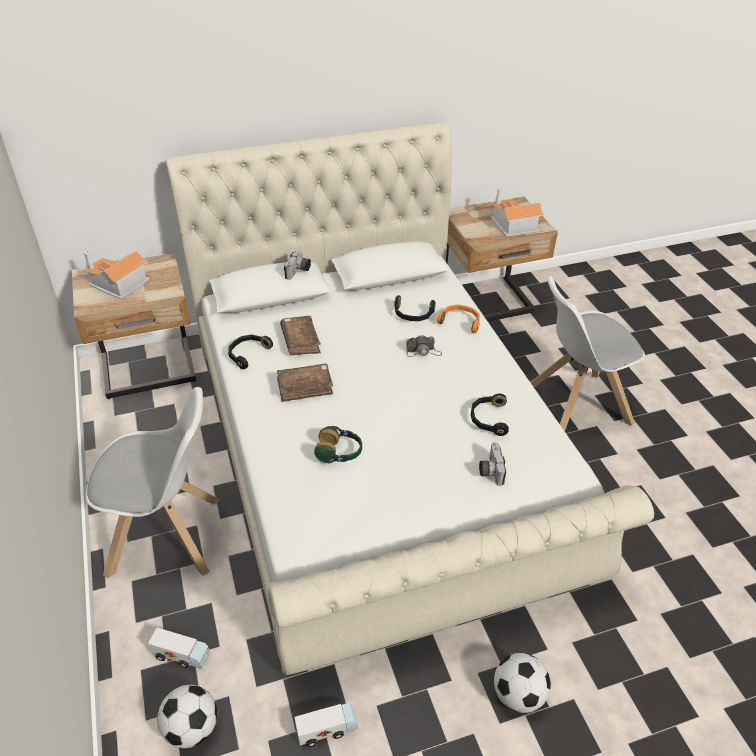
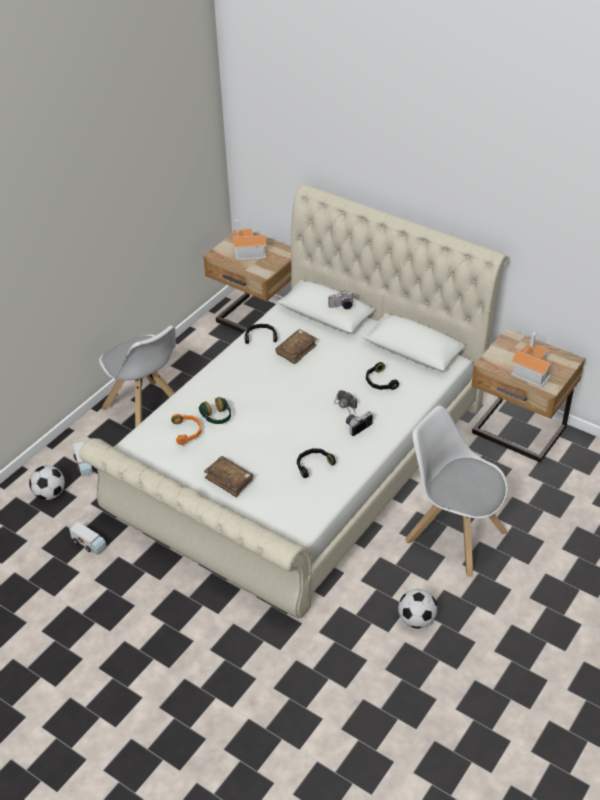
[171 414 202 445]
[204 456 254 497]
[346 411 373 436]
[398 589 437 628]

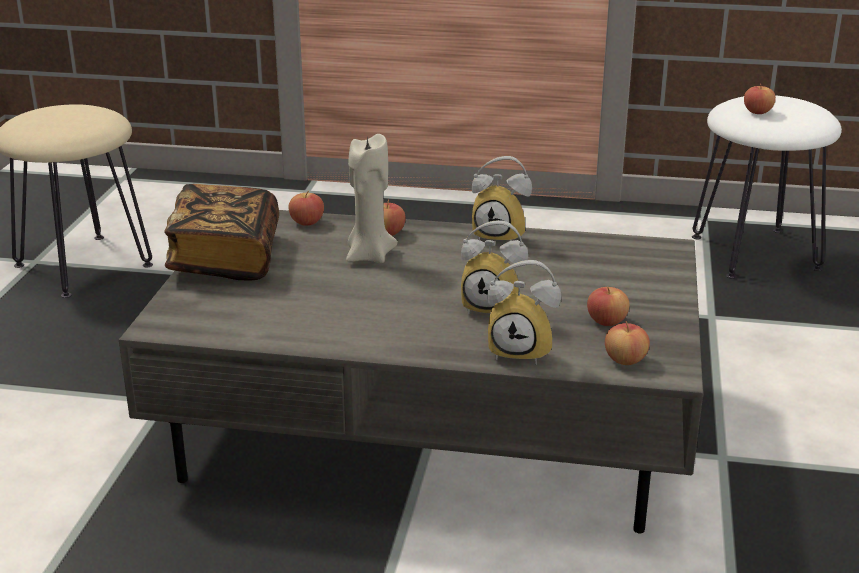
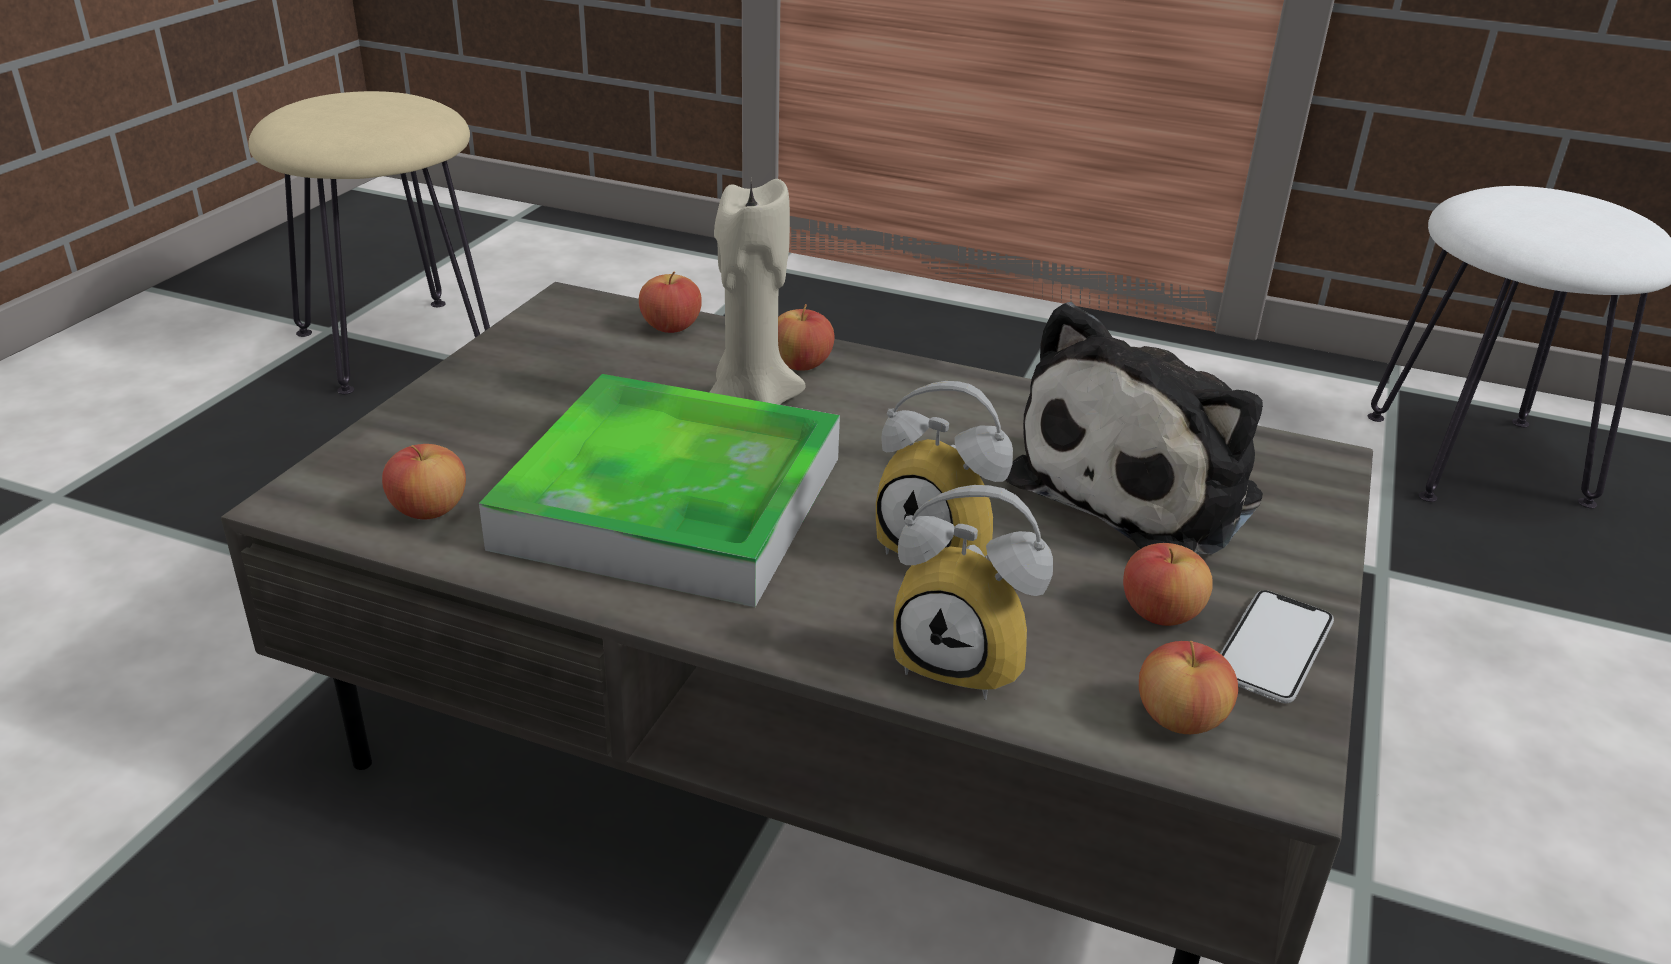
[382 444 466 519]
[479 374 840 607]
[1006 302 1263 555]
[1220 590 1334 704]
[164 184 279 281] (first image)
[472 156 532 241] (first image)

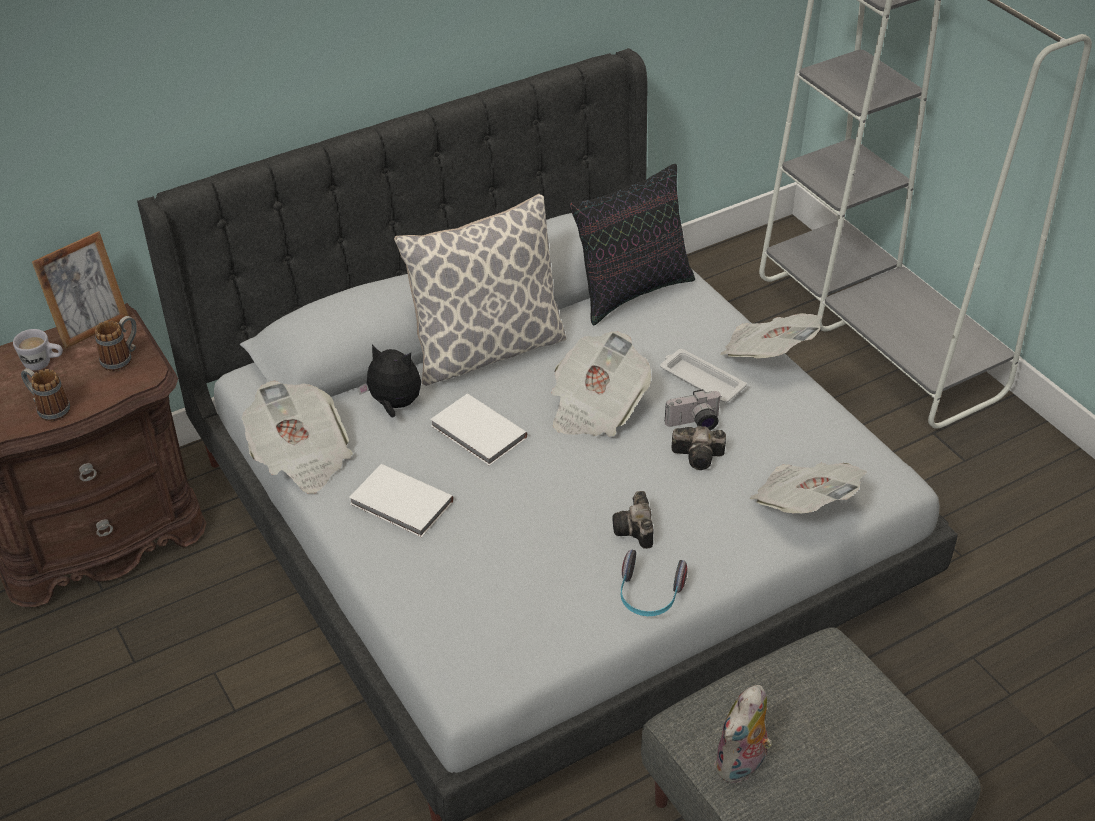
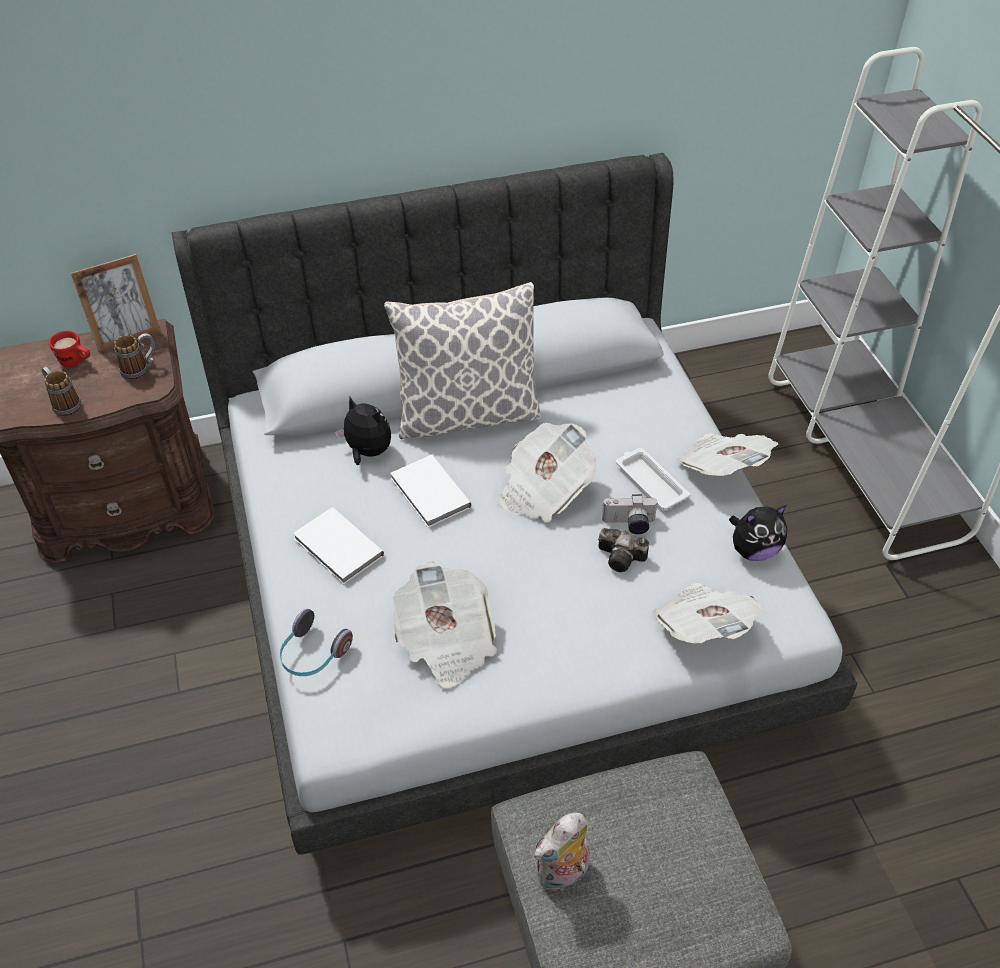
[49 330 90 367]
[280 609 353 676]
[393 562 497 689]
[729 505 787 561]
[569 164 695 325] (first image)
[612 491 654 549] (first image)

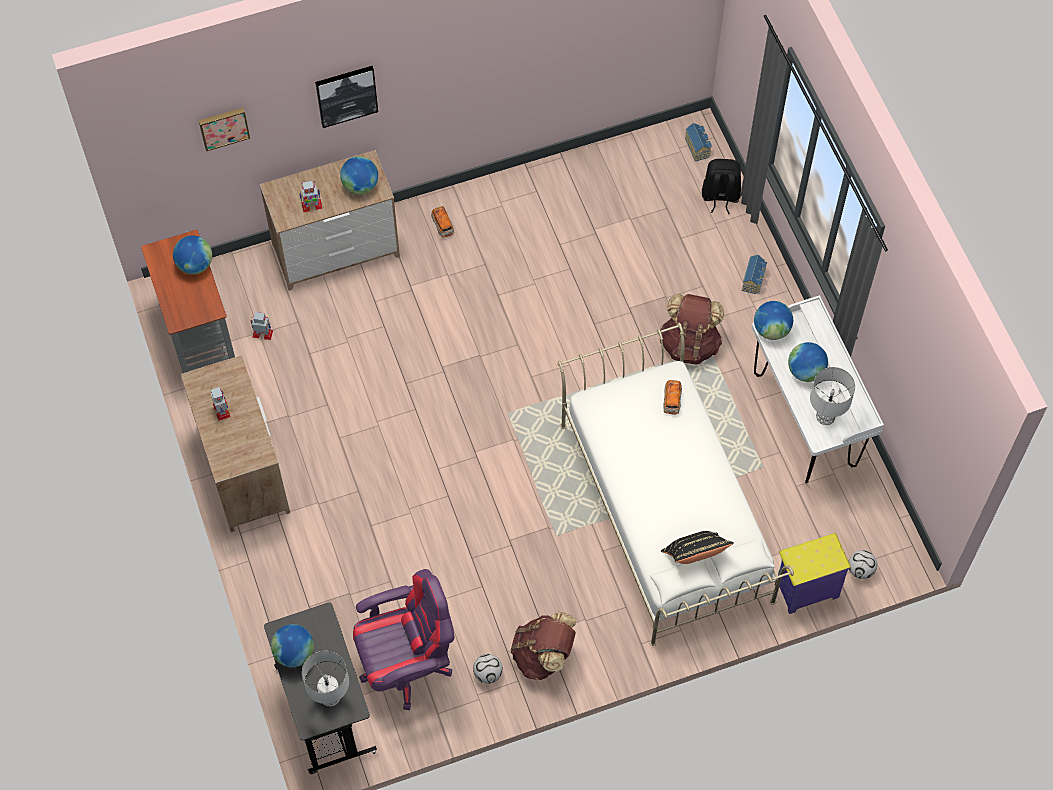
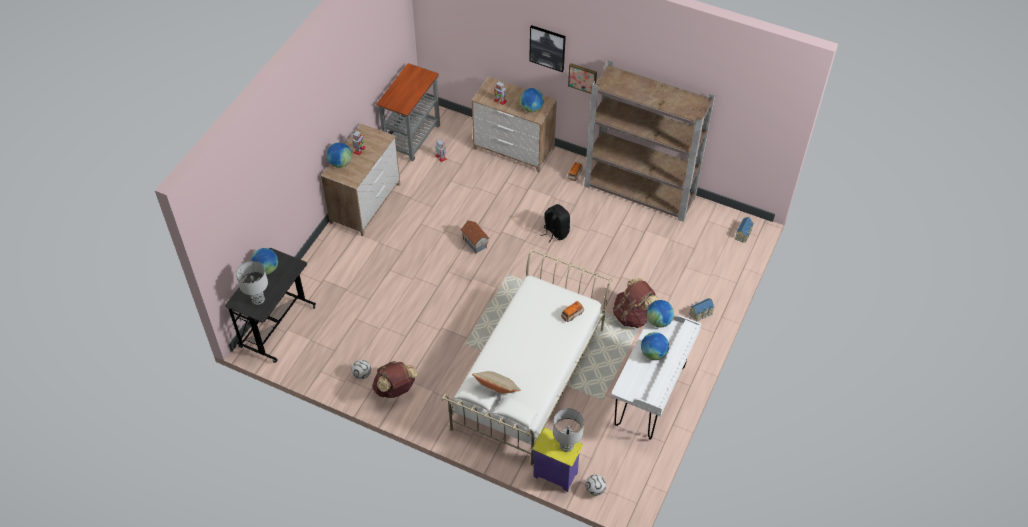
[327 143 352 168]
[461 220 489 254]
[472 371 521 394]
[541 204 570 243]
[553 408 584 452]
[568 63 597 94]
[584 60 716 222]
[353 569 455 710] (first image)

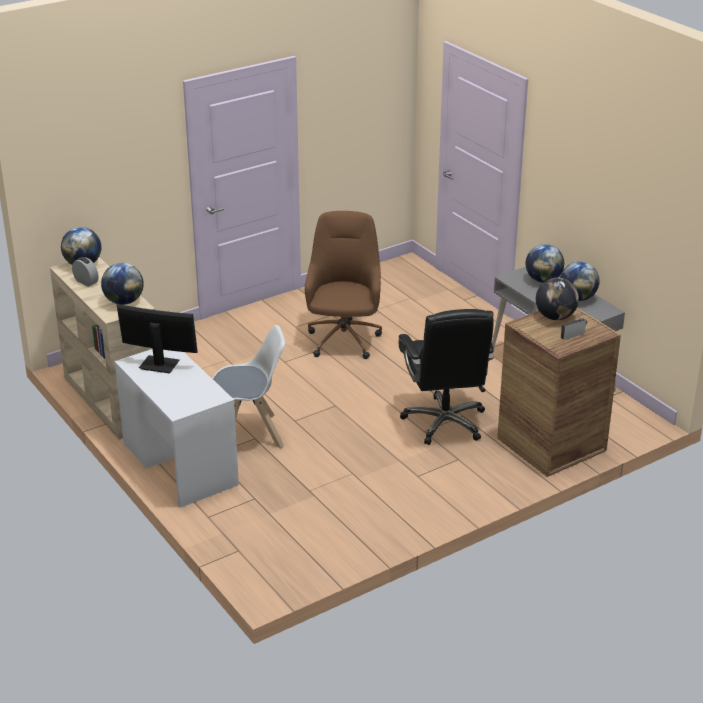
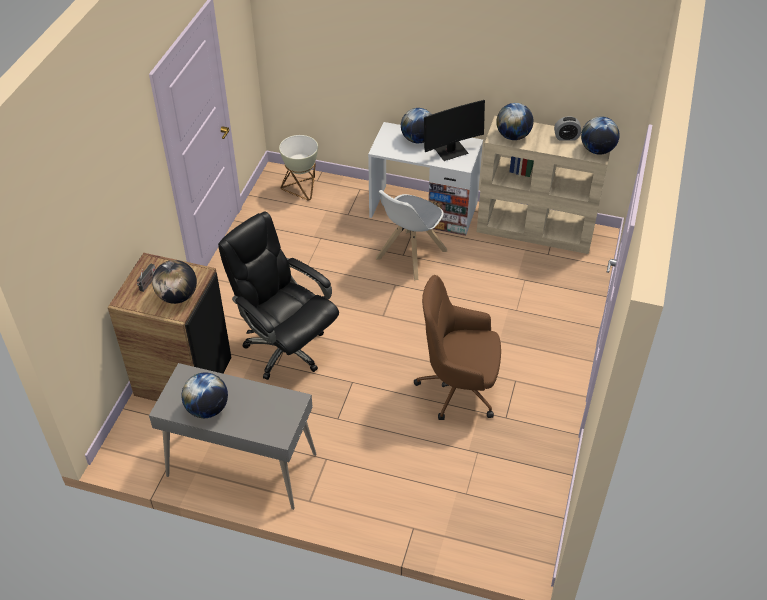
[279 135 318 200]
[401 108 432 143]
[414 275 501 420]

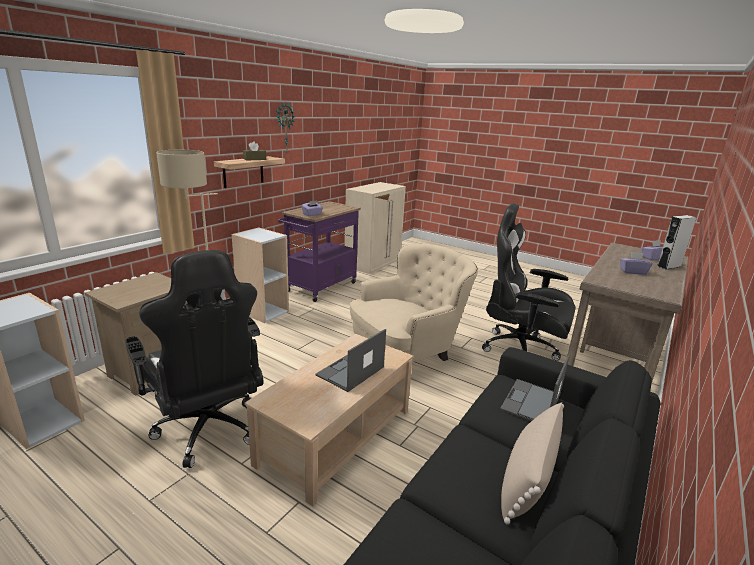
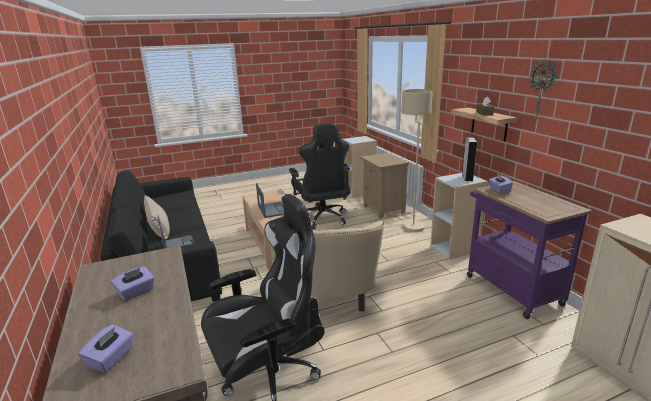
[289 123 350 230]
[462 137 477 181]

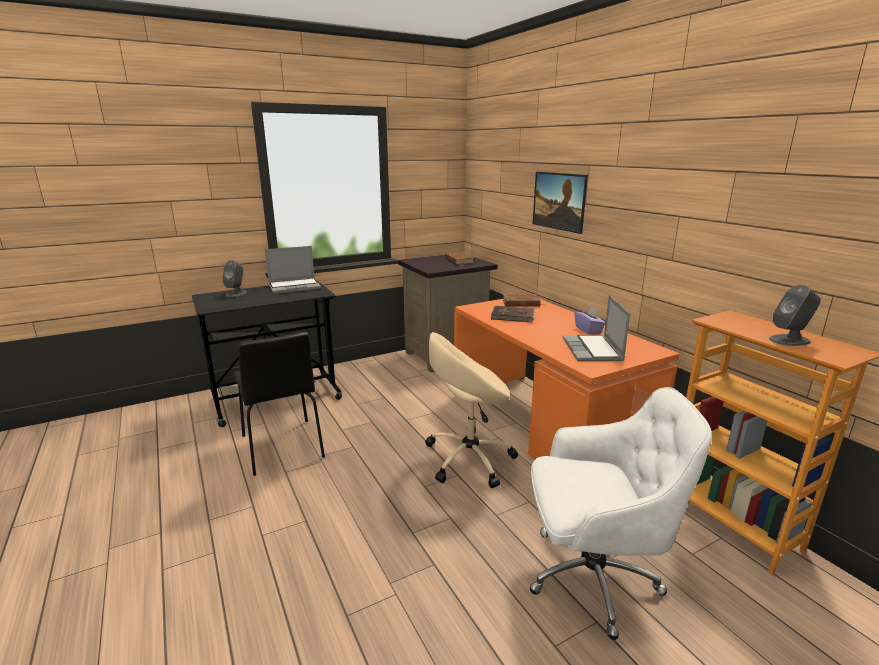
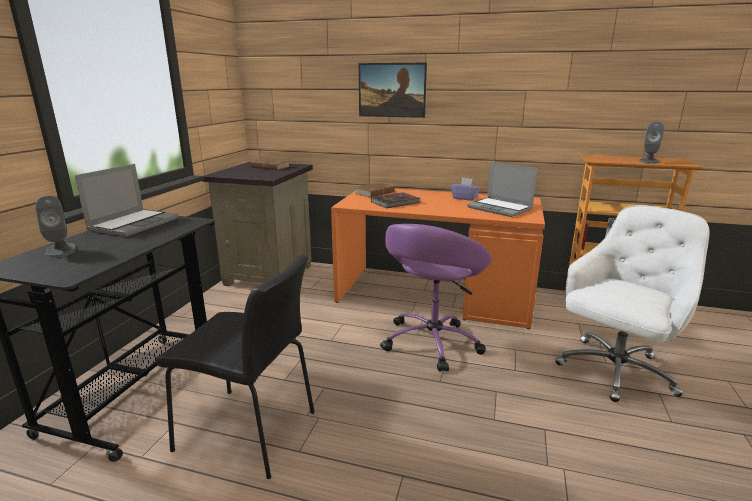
[380 224 492 371]

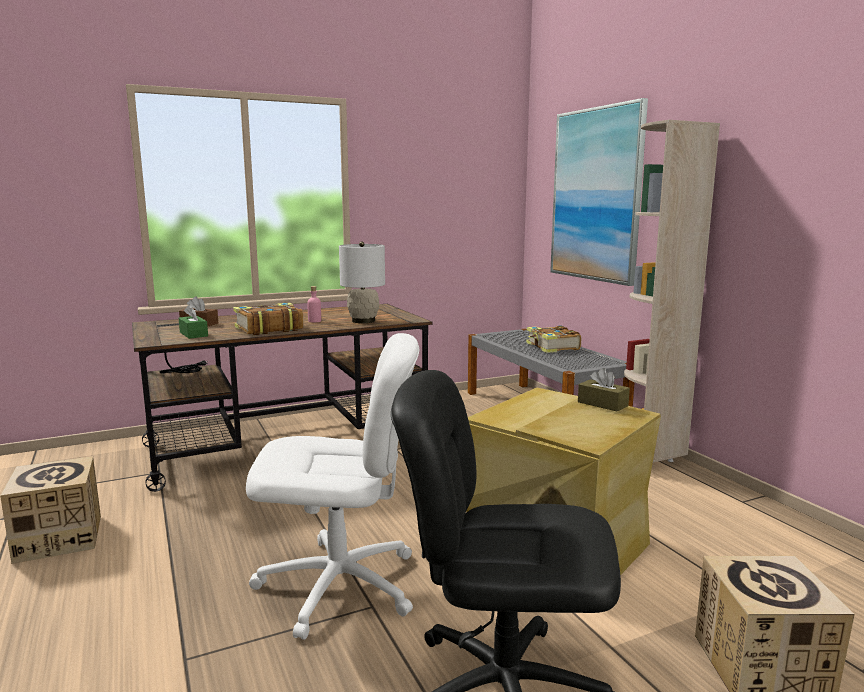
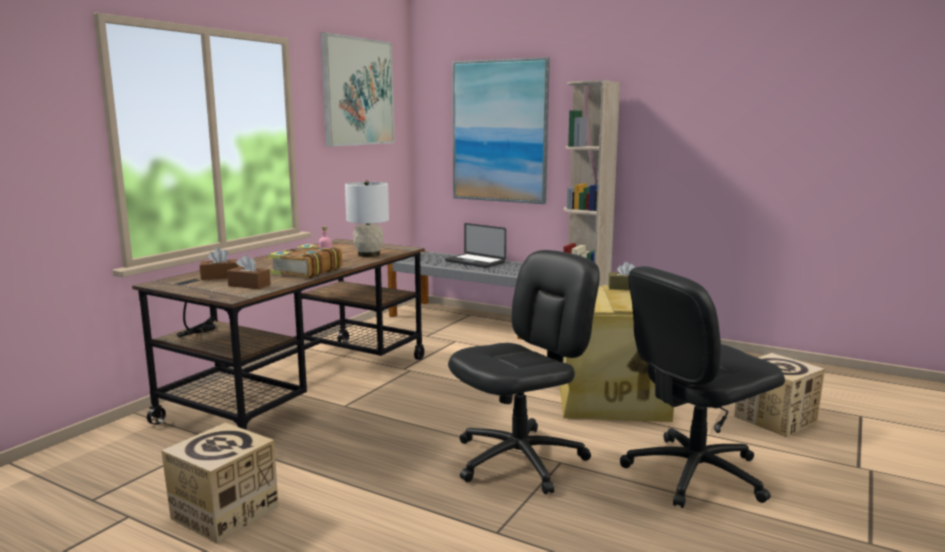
[227 255 271 289]
[320 32 395 147]
[445 223 506 268]
[448 250 600 494]

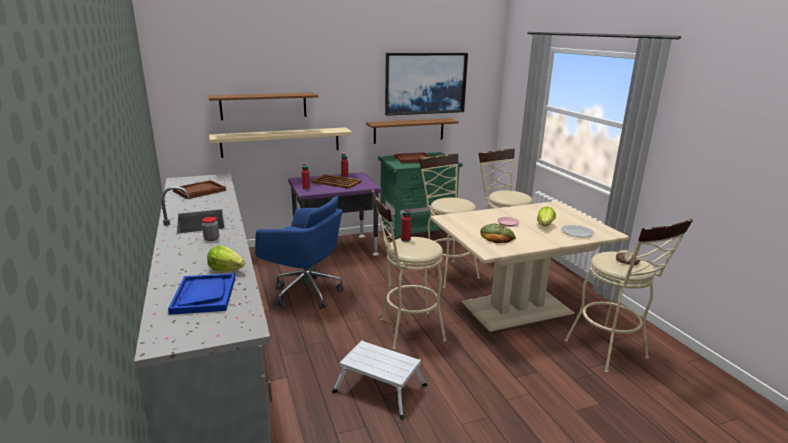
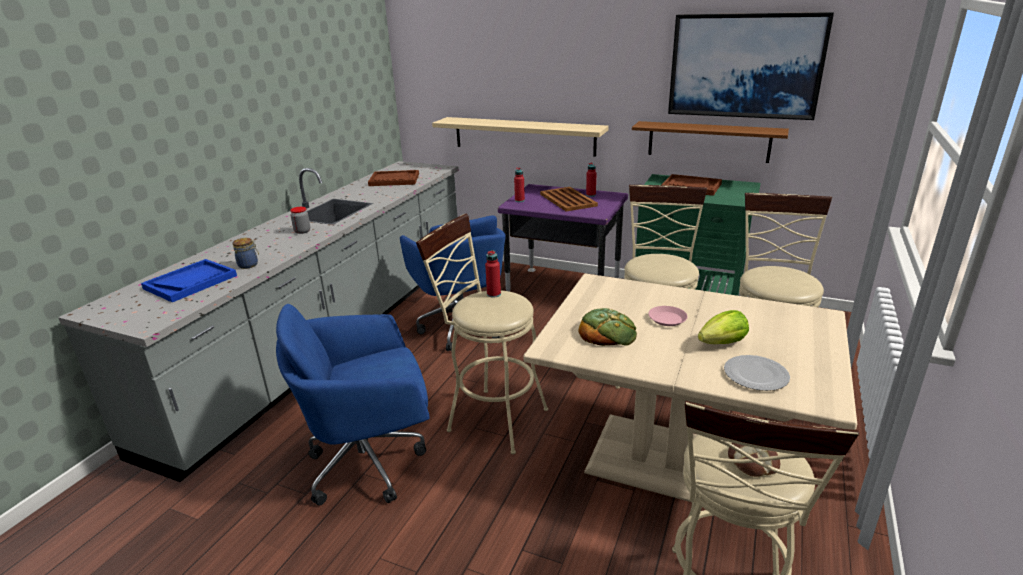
[232 238 259 269]
[276 304 430 506]
[209 93 318 120] (first image)

